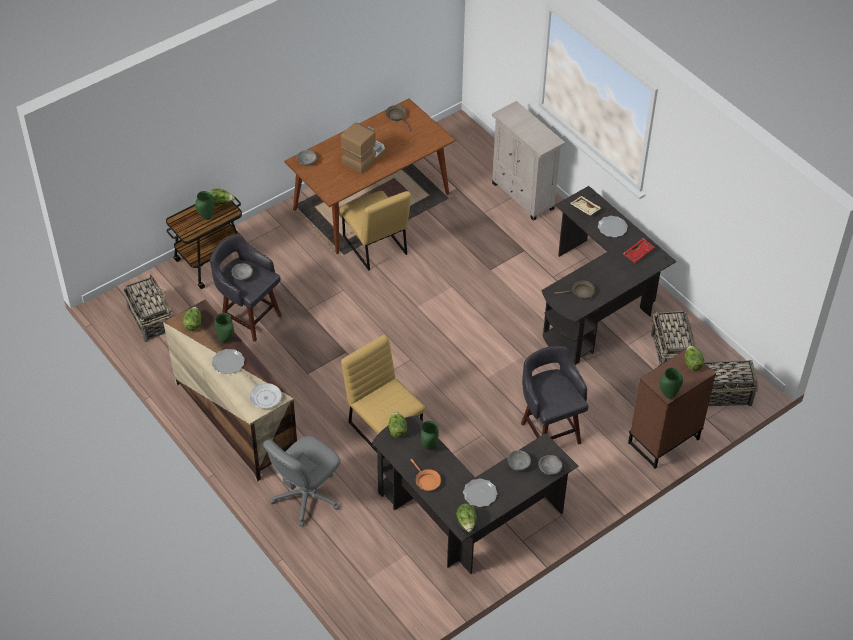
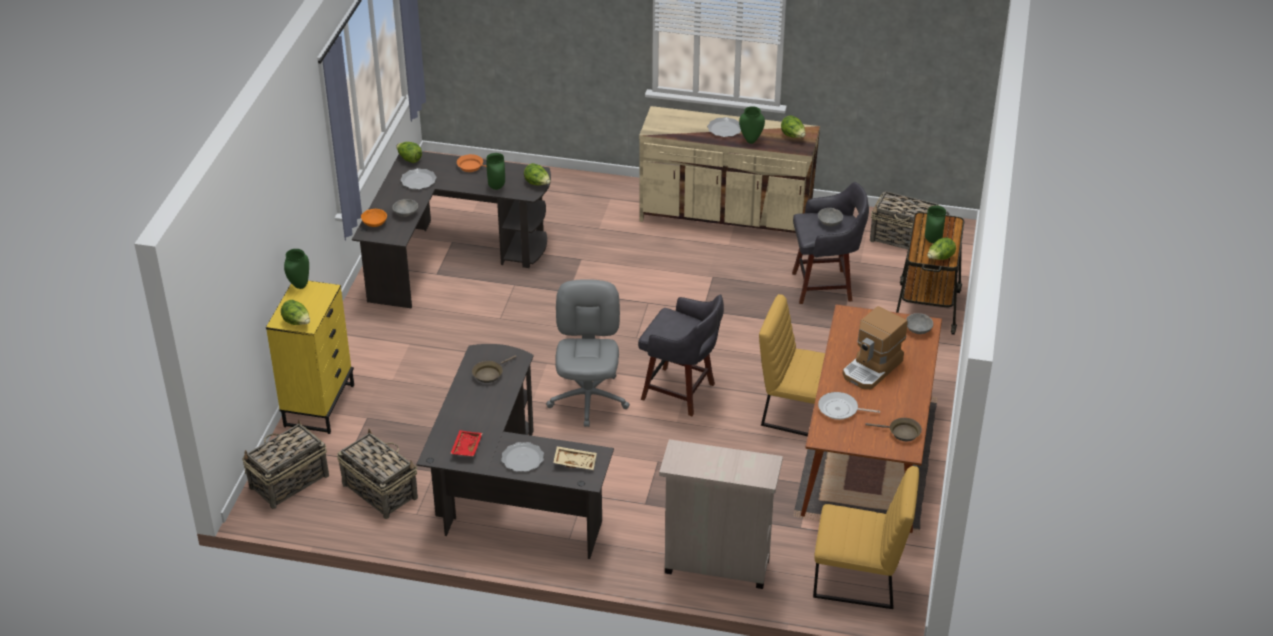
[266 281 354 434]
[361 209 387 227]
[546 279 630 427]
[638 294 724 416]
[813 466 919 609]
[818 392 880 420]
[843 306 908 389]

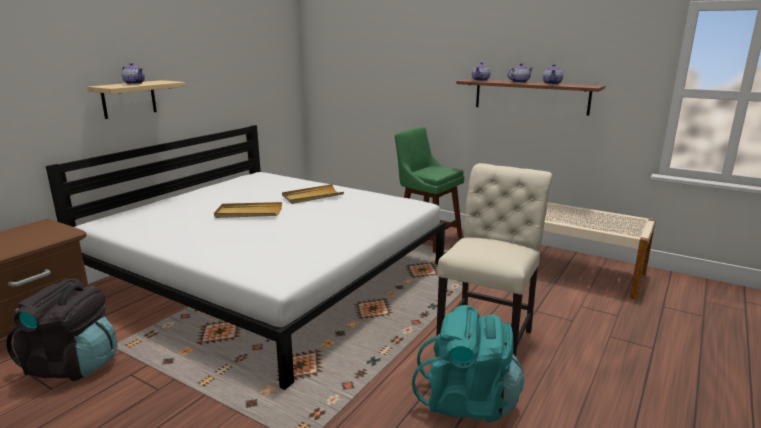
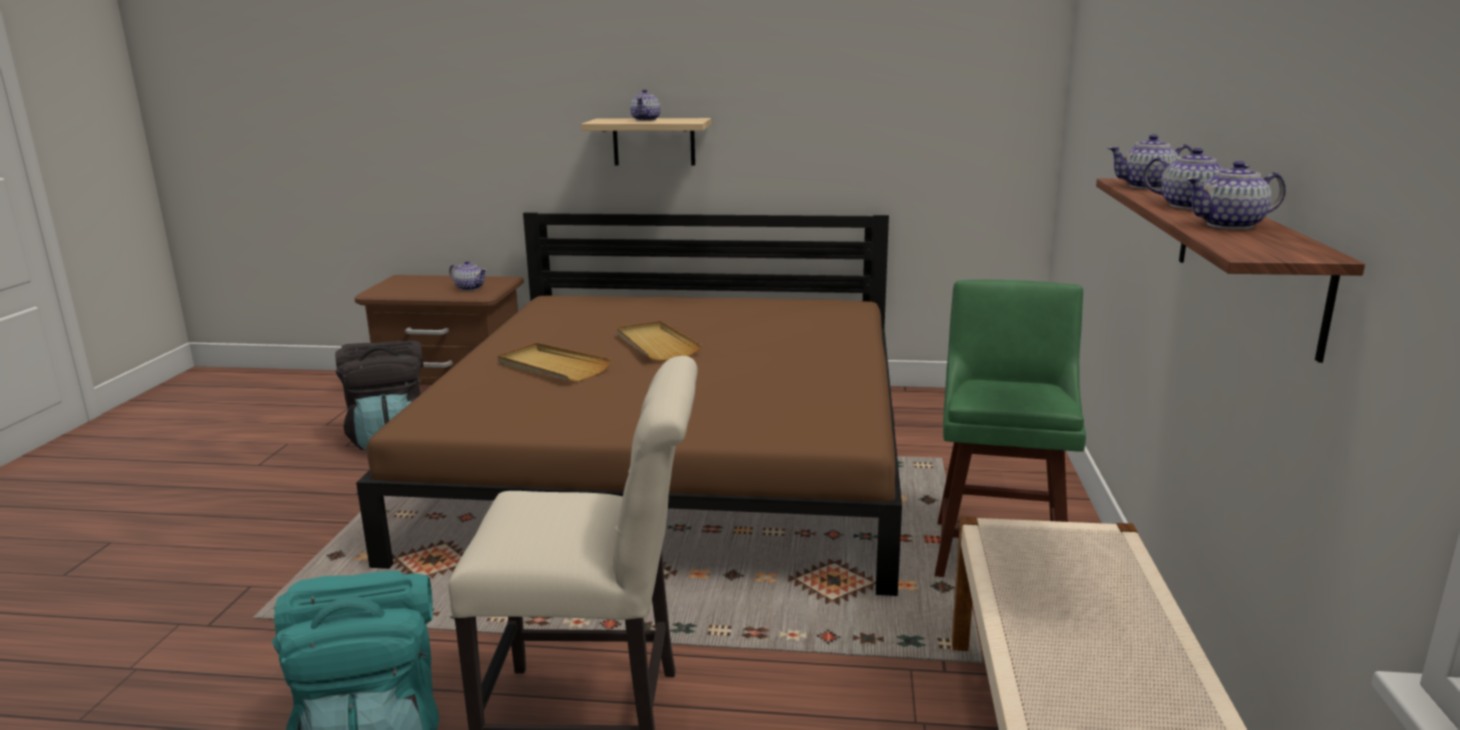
[356 212 902 596]
[449 260 487 291]
[497 343 612 381]

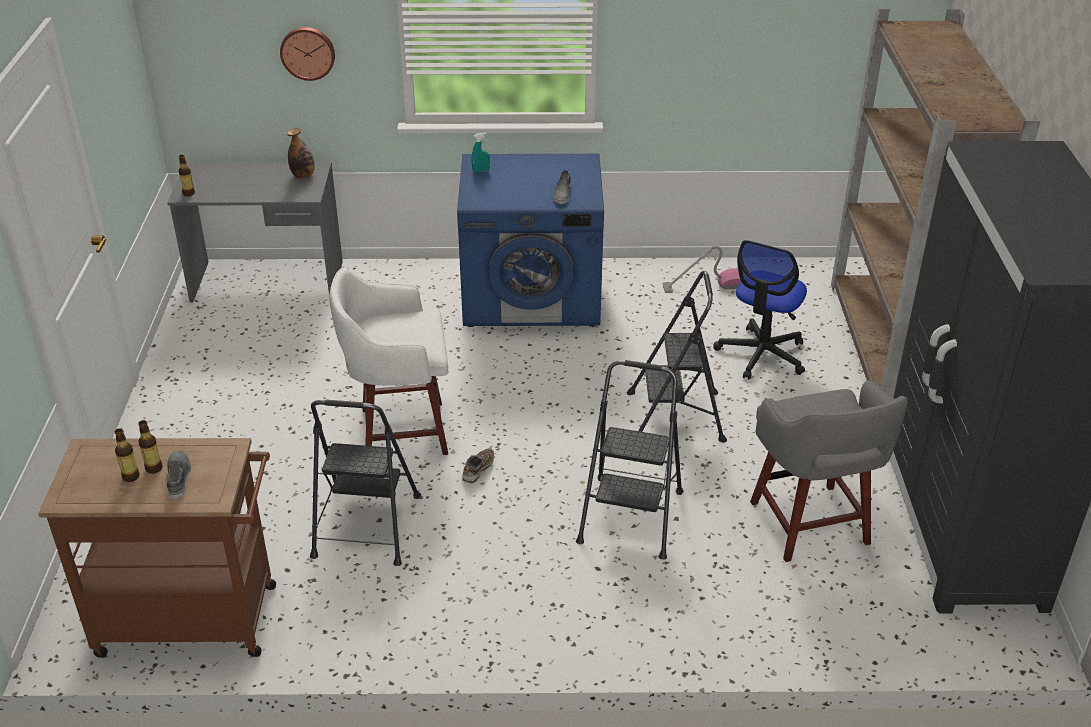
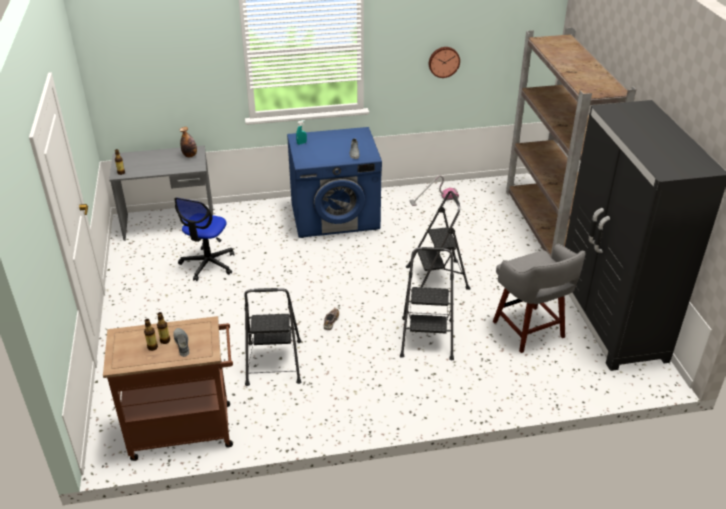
[174 198 234 281]
[429 47 460 78]
[329 267 448 455] (first image)

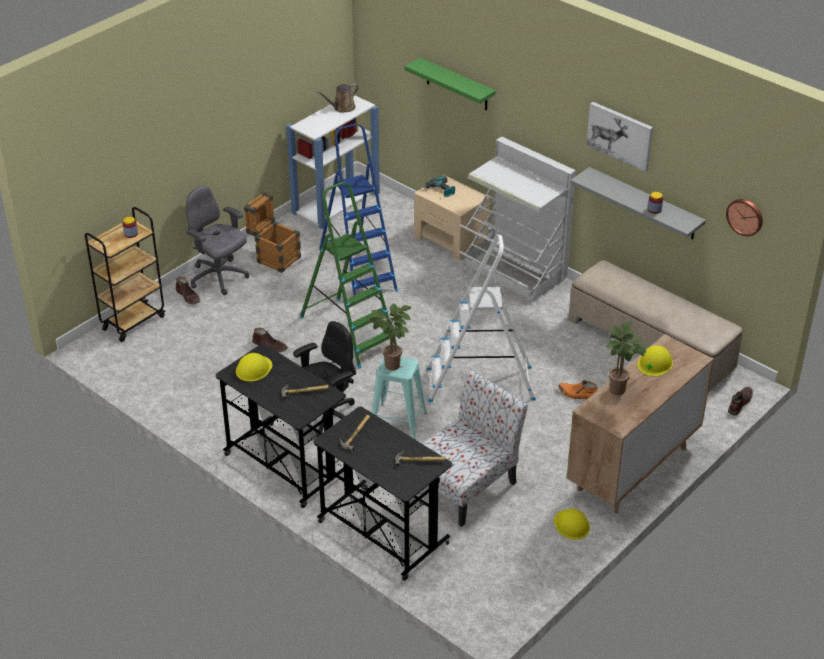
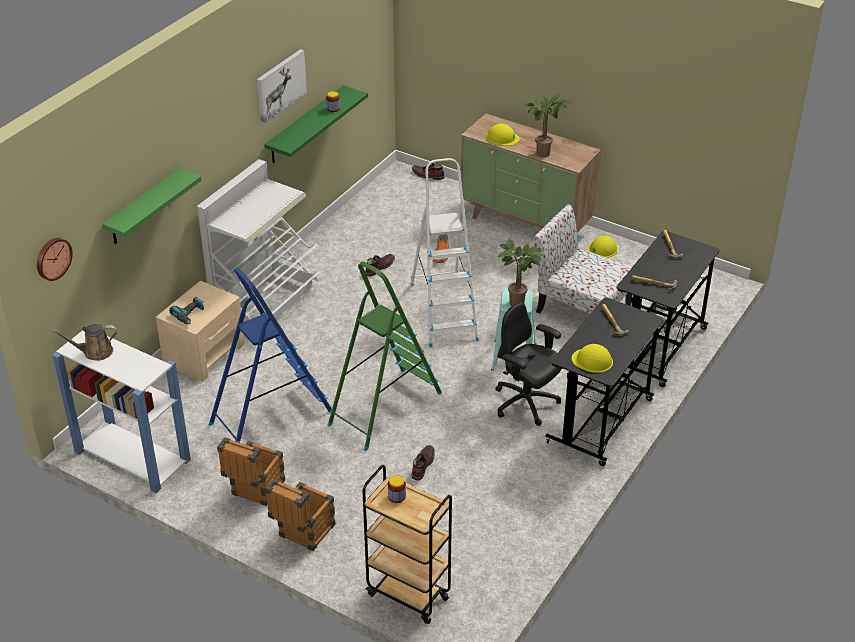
[37 238 73 281]
[51 324 117 361]
[264 85 368 163]
[265 479 336 551]
[365 254 395 276]
[568 260 743 392] (first image)

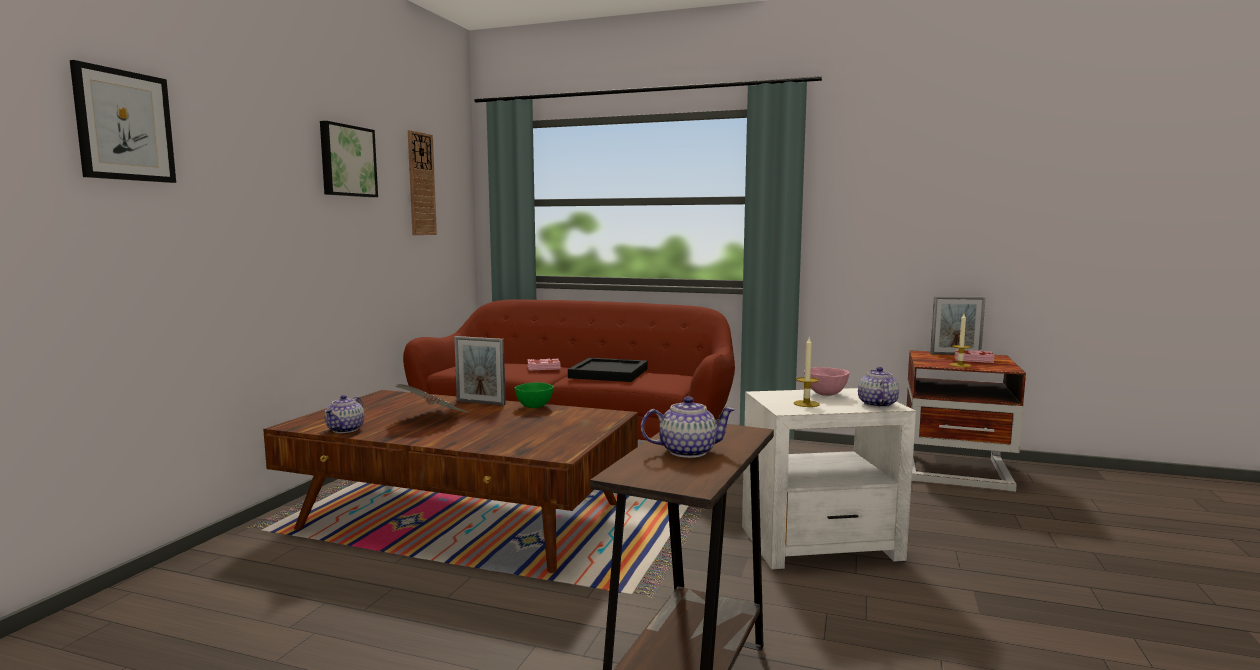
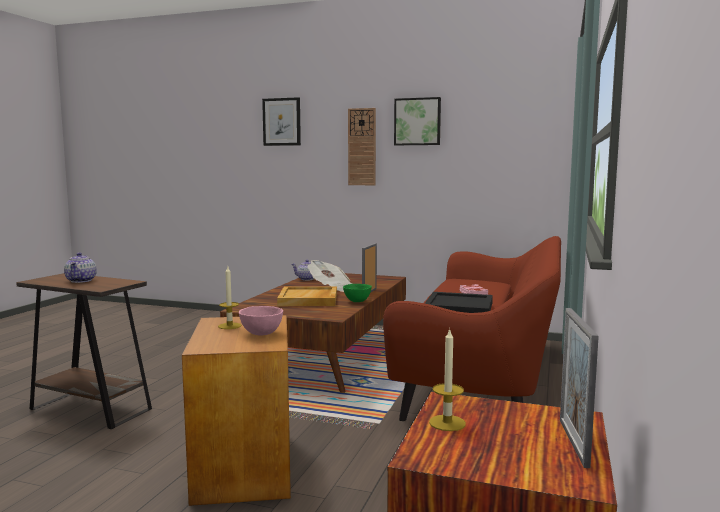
[182 315 291 506]
[277 286 337 306]
[348 108 376 185]
[858 367 899 408] (first image)
[955 349 994 363] (first image)

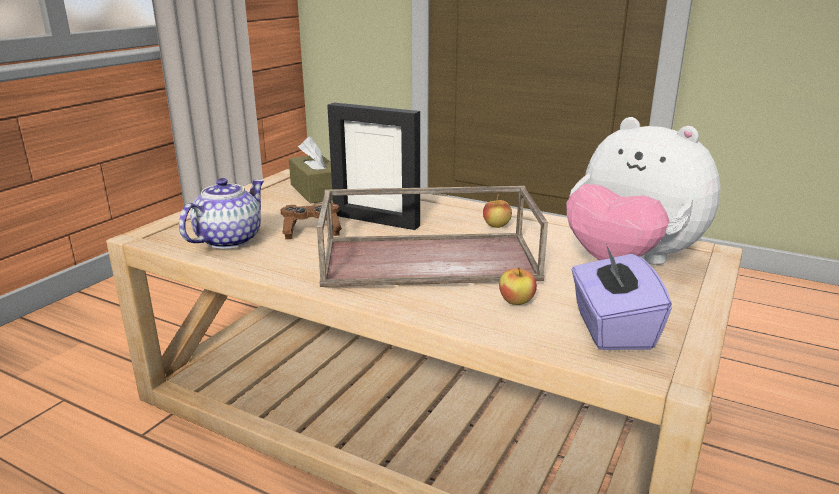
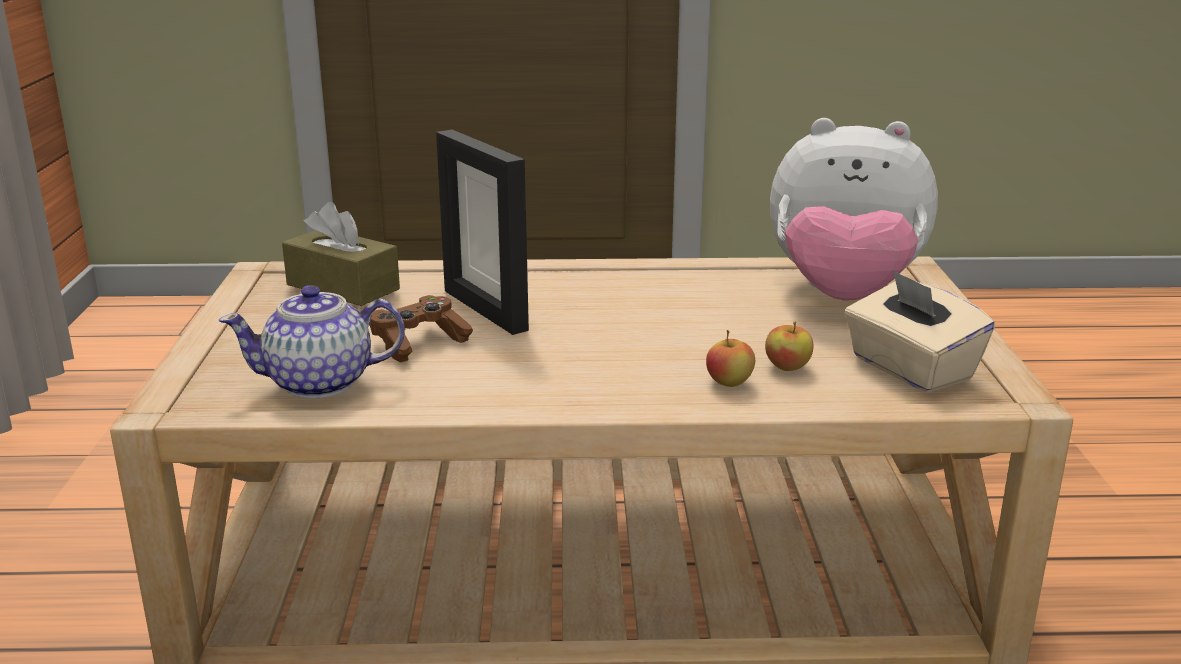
[219 285 405 398]
[436 130 529 335]
[706 330 755 387]
[844 270 995 393]
[317 186 548 287] (first image)

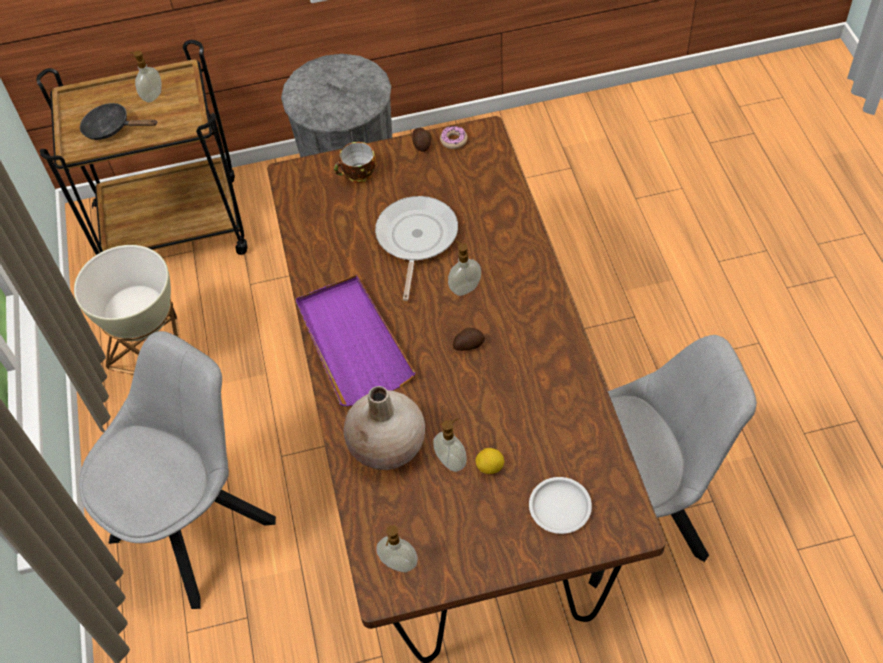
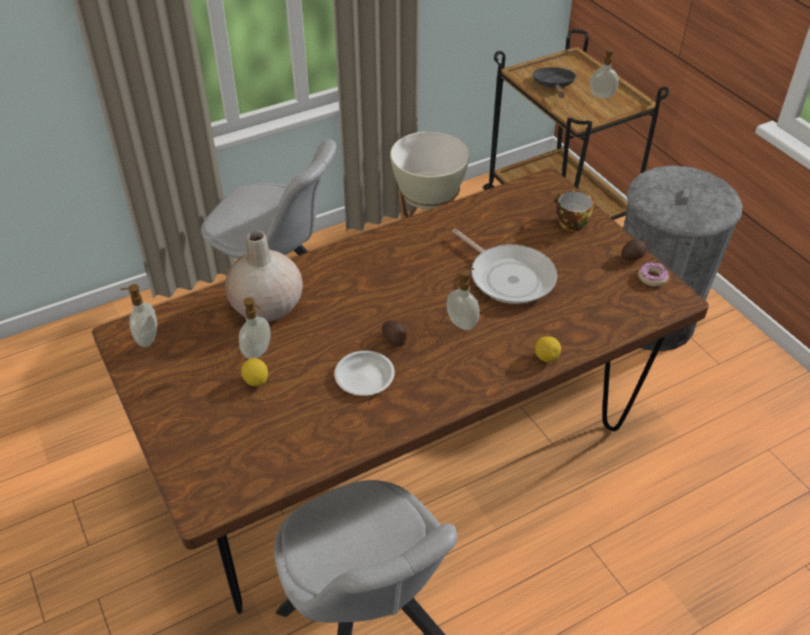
[334 351 395 396]
[452 228 557 304]
[535 336 561 362]
[295 275 416 406] (first image)

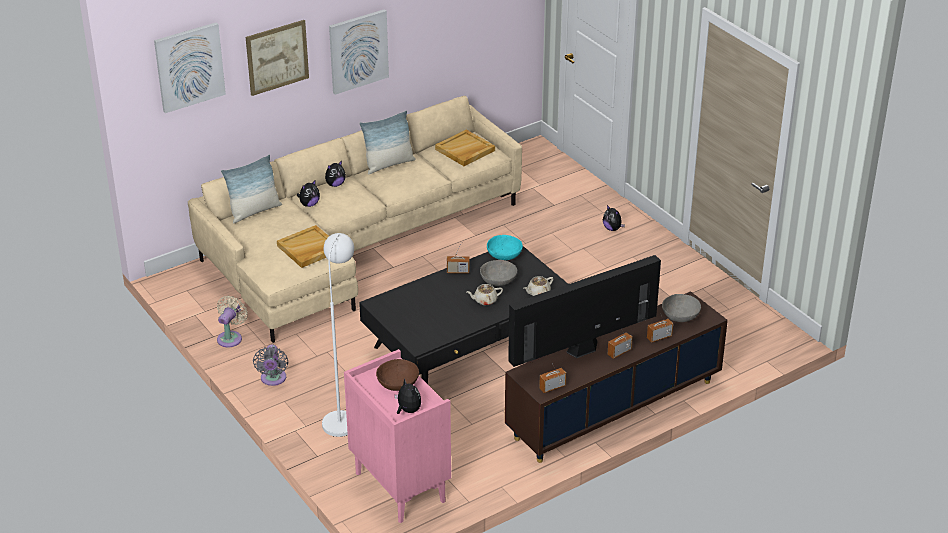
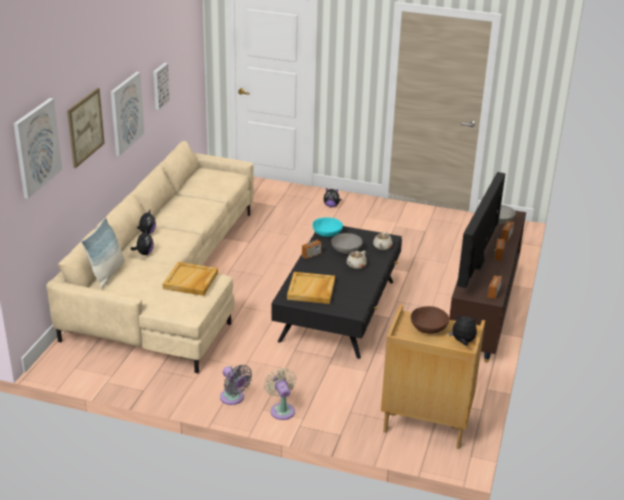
[153 63 170 110]
[264 368 296 420]
[287 272 335 304]
[381 304 485 449]
[322 233 354 437] (first image)
[359 111 416 175] (first image)

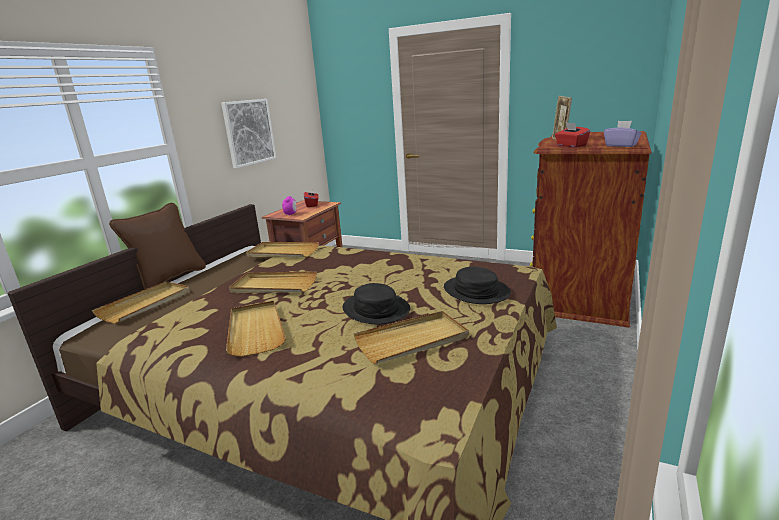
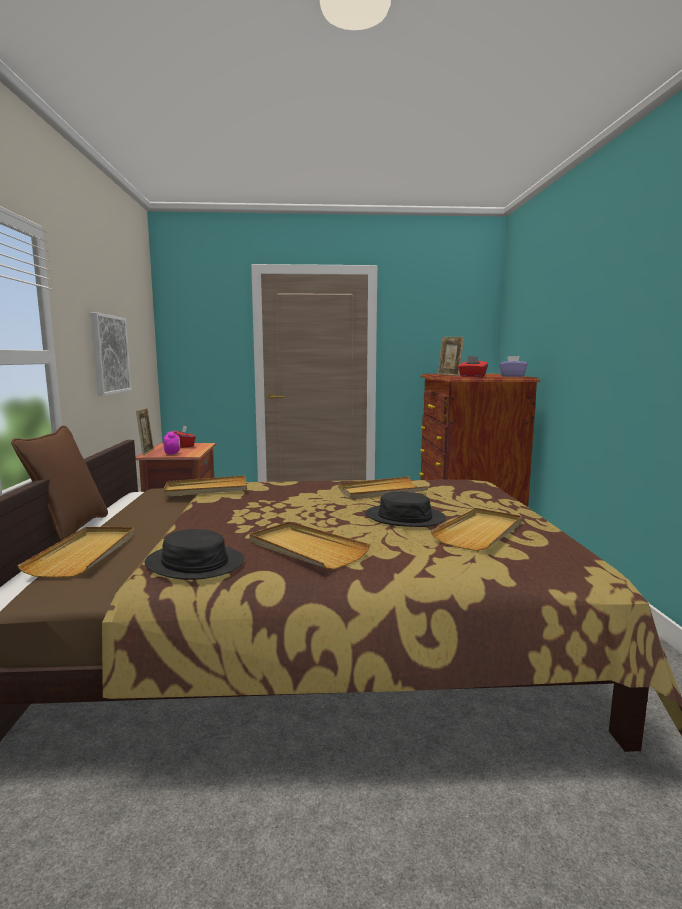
[136 408 154 455]
[145 529 244 580]
[338 476 429 500]

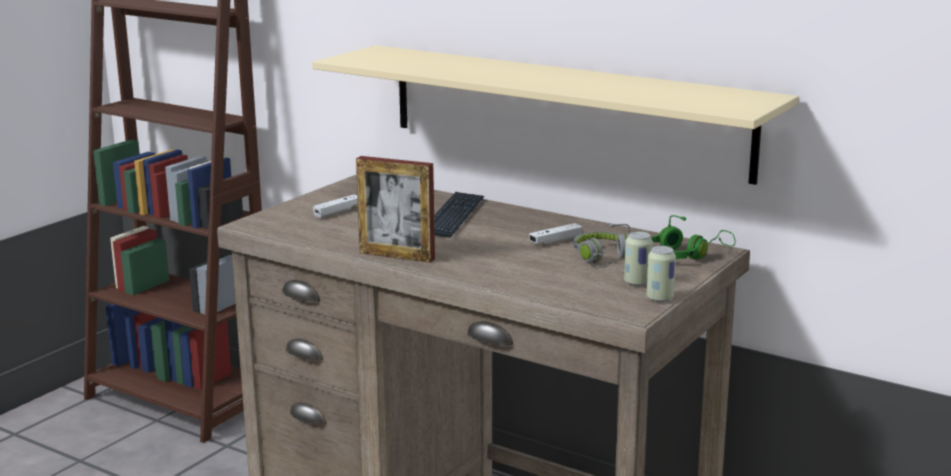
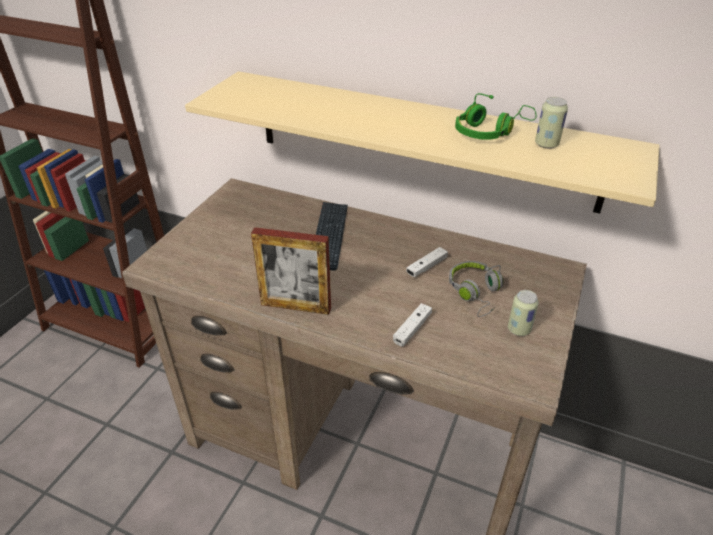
[393 303 432 347]
[455 93 537 140]
[535 97 568 149]

